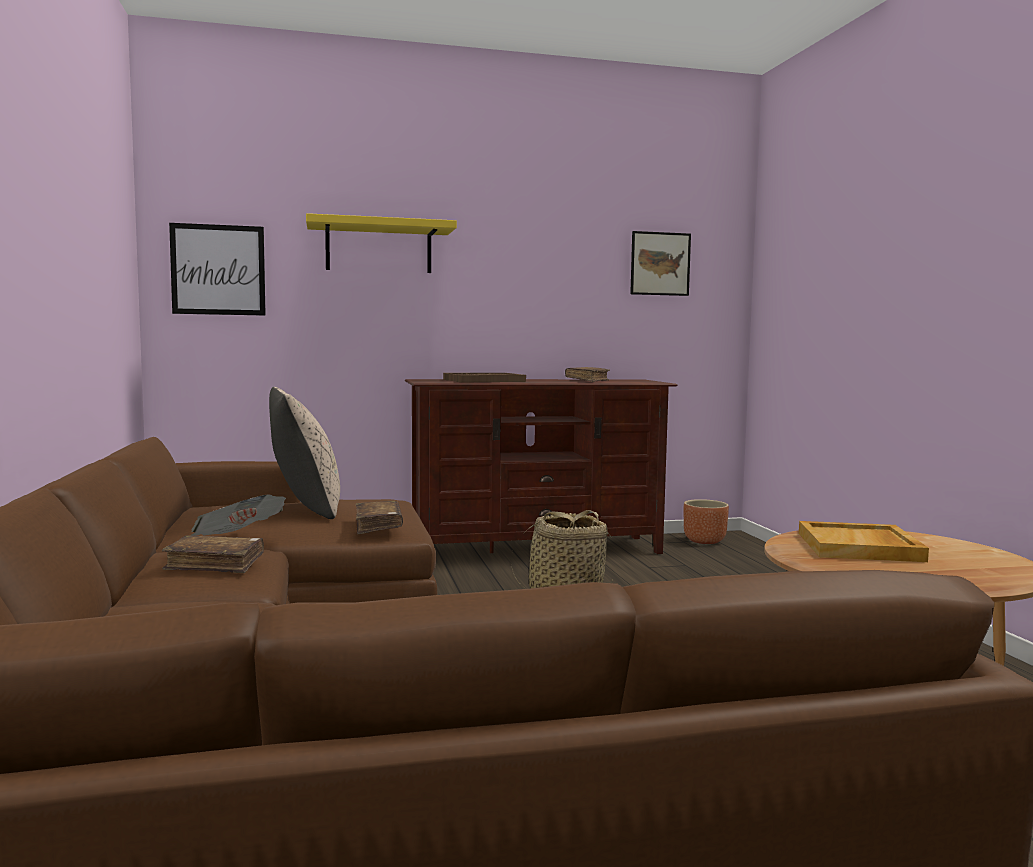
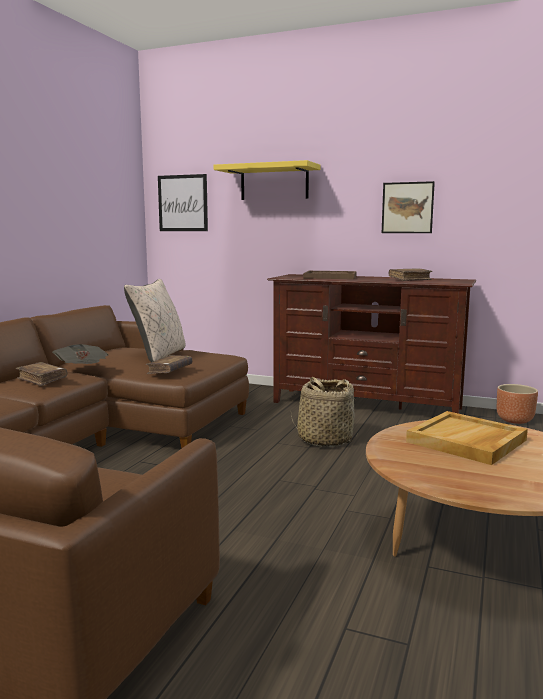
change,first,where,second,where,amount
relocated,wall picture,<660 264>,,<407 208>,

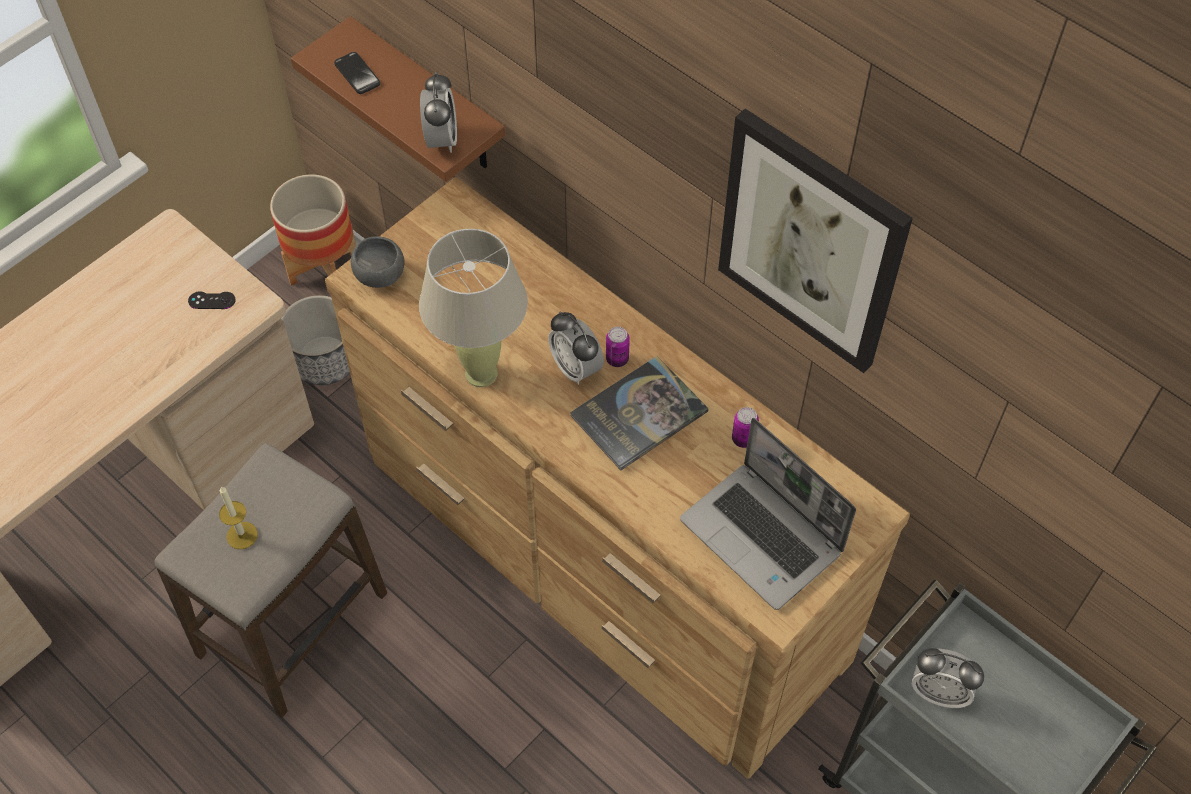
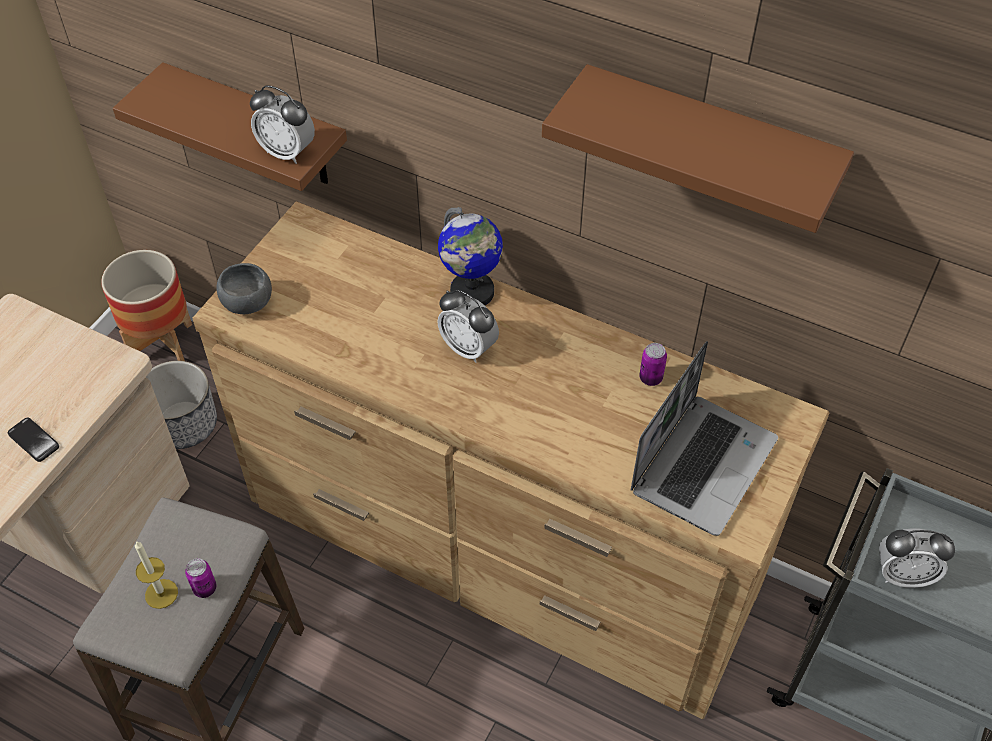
change,first,where,second,where,amount
relocated,phone,<357 74>,,<34 440>,
relocated,metal can,<617 359>,,<205 588>,
spun,table clock,<441 140>,,<287 152>,135 degrees clockwise
appeared,,,globe,<472 292>,
exchanged,wall picture,<811 242>,bracket shelf/brown-coloured,<708 147>,
spun,portable computer,<763 537>,,<702 463>,90 degrees counterclockwise
missing,game controller/blackish,<212 300>,,,
missing,table lamp/beige,<482 373>,,,
missing,bound book,<639 414>,,,

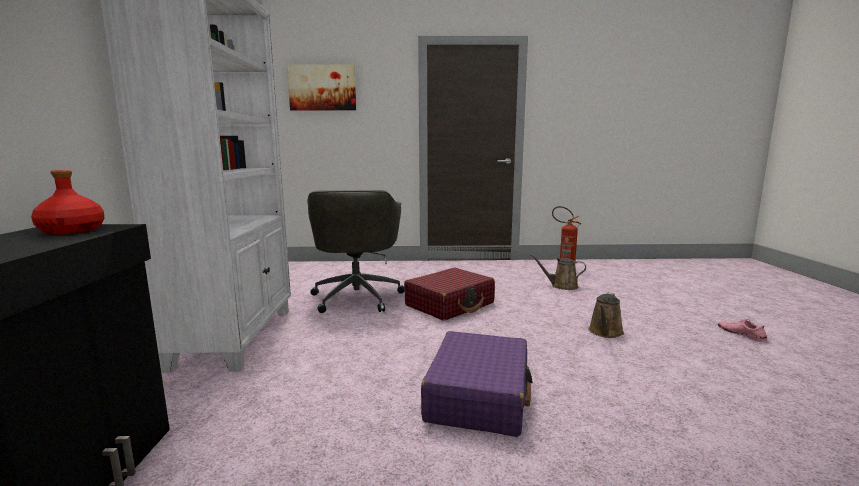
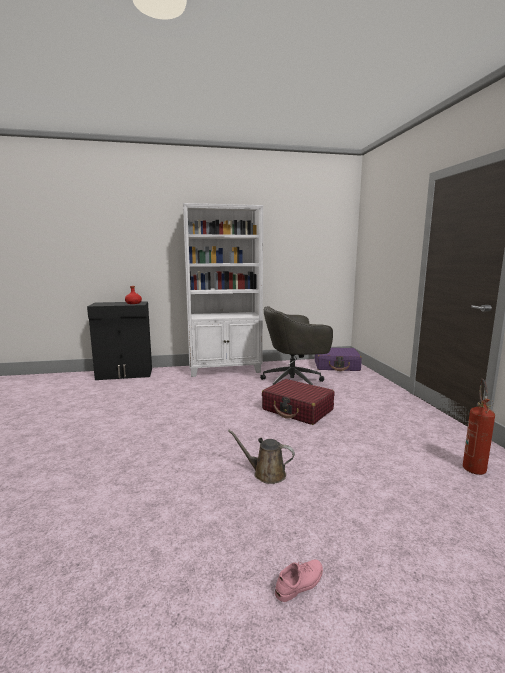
change,first,where,second,where,amount
relocated,travel case/purple-coloured,<479 396>,,<336 366>,
missing,wall picture,<322 88>,,,
missing,watering can/brown-coloured,<561 286>,,,

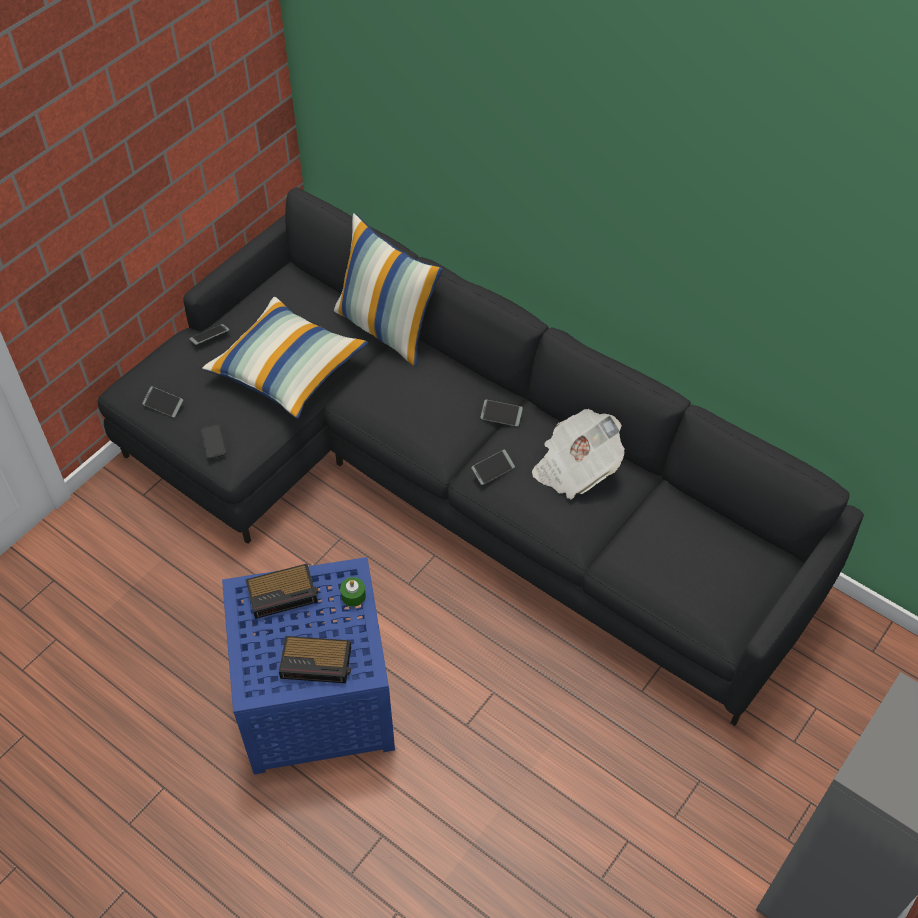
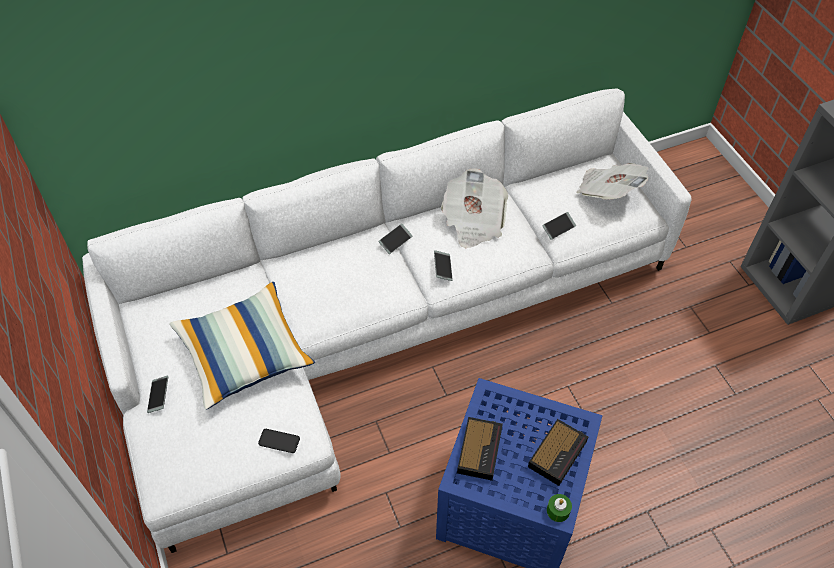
change,first,where,second,where,amount
colour,sofa/blackish,<451 483>,sofa/white-coloured,<376 326>,
relocated,phone,<163 404>,,<558 228>,
relocated,wax light/green,<353 596>,,<558 511>,
appeared,,,daily paper,<608 192>,
missing,throw pillow,<387 328>,,,

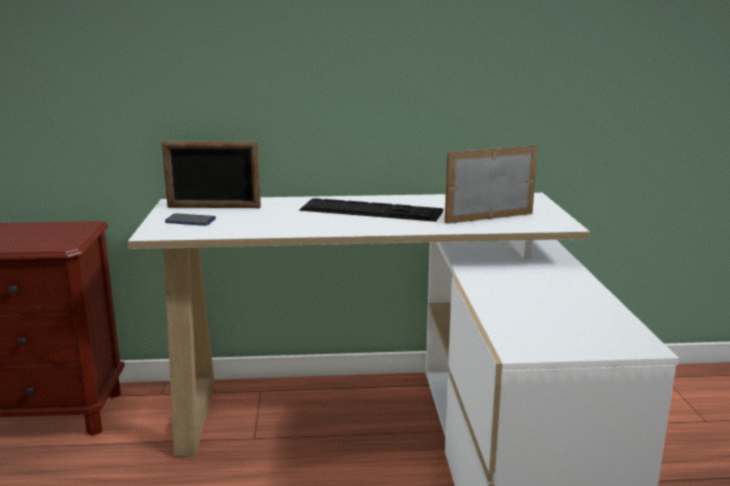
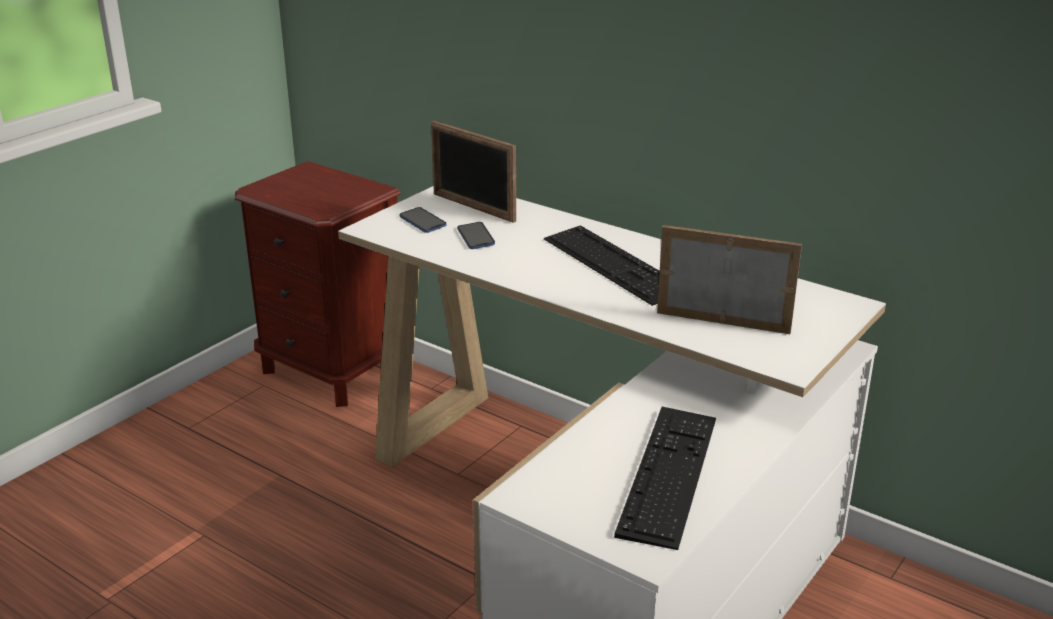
change,first,where,second,where,amount
appeared,,,phone,<475 237>,
appeared,,,keyboard,<669 474>,

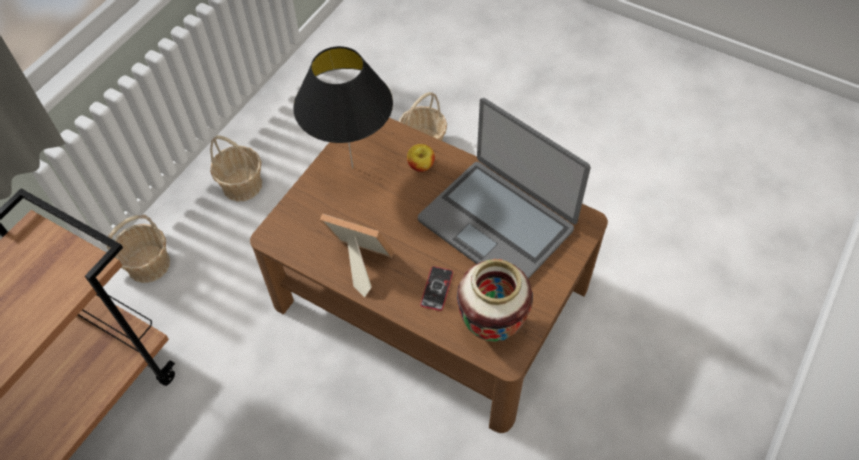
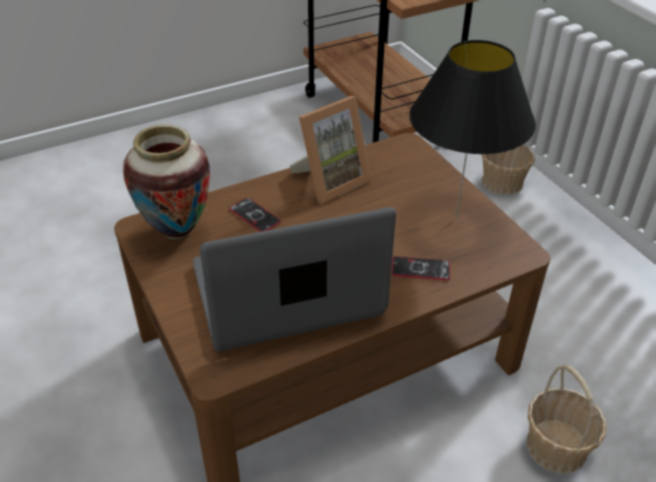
change,first,where,second,where,amount
exchanged,whole apple,<421 165>,phone,<420 269>,
missing,basket,<242 184>,,,

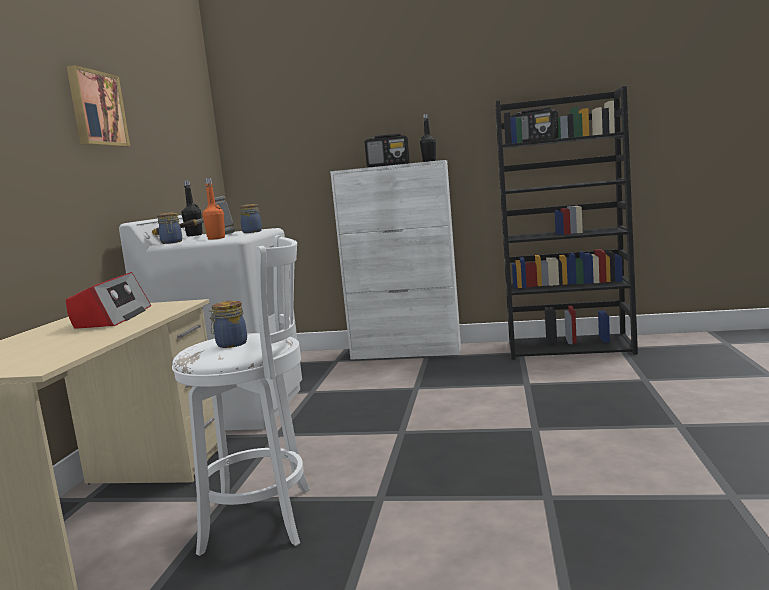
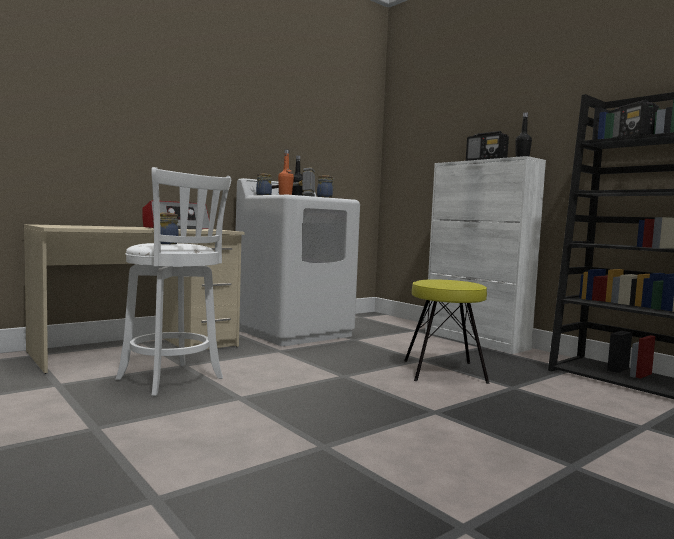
change,first,where,second,where,amount
appeared,,,stool seat/yellowish,<443 371>,
missing,wall picture,<96 109>,,,

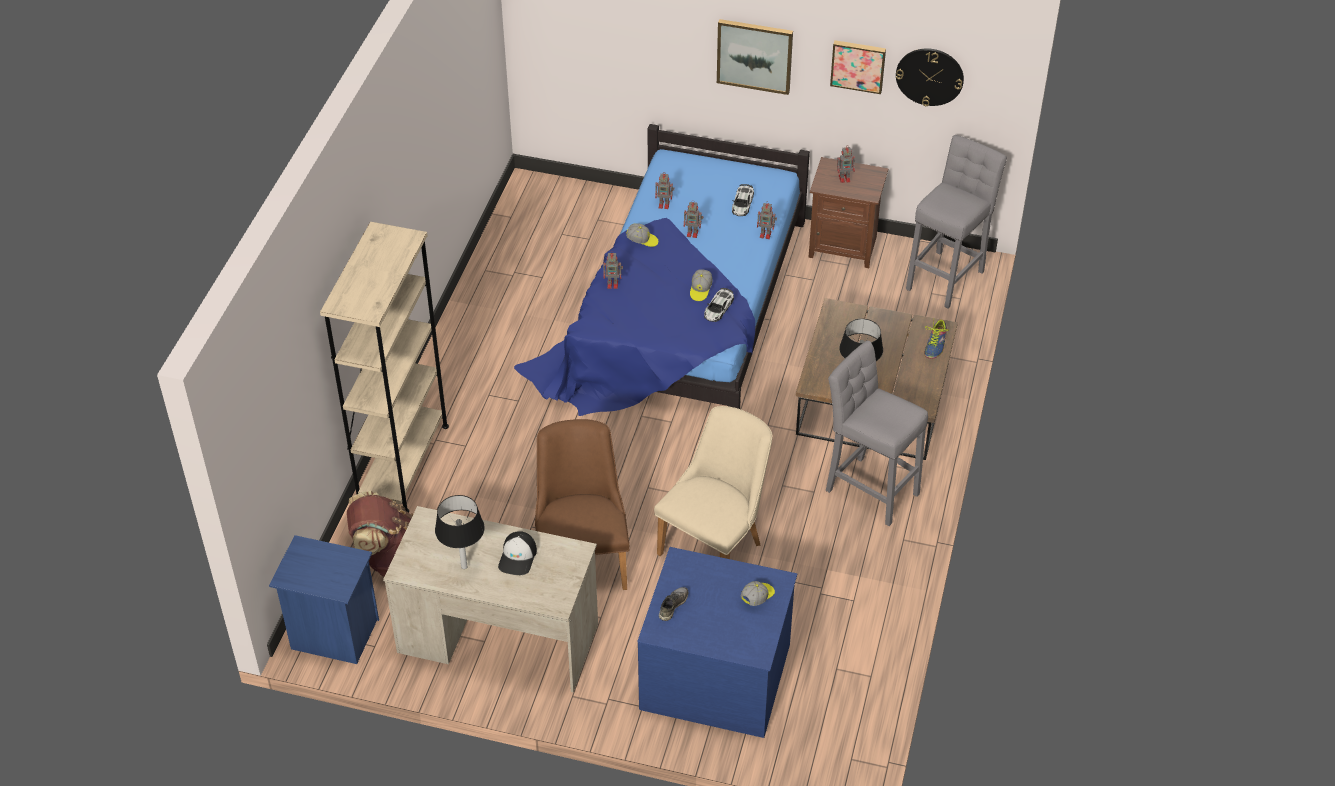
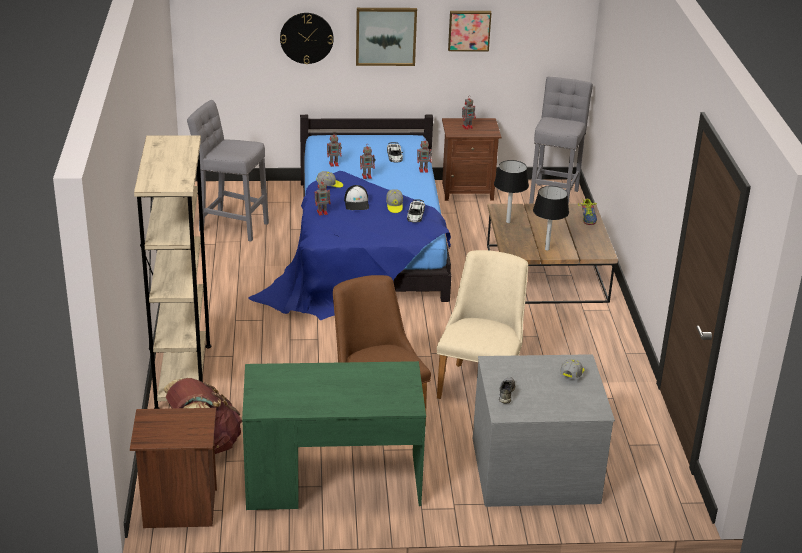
change,first,where,second,where,amount
colour,bedside table/blue-coloured,<333 635>,bedside table/brown-coloured,<179 509>,
relocated,stool seat/gray,<868 488>,,<230 225>,
colour,desk table/beige,<498 638>,desk table/green,<332 481>,
relocated,clock on the wall,<929 76>,,<306 38>,
relocated,cap,<518 557>,,<357 203>,
colour,drawer chest/blue-coloured,<716 674>,drawer chest/gray,<534 468>,
relocated,table lamp/blackish,<464 566>,,<508 222>,

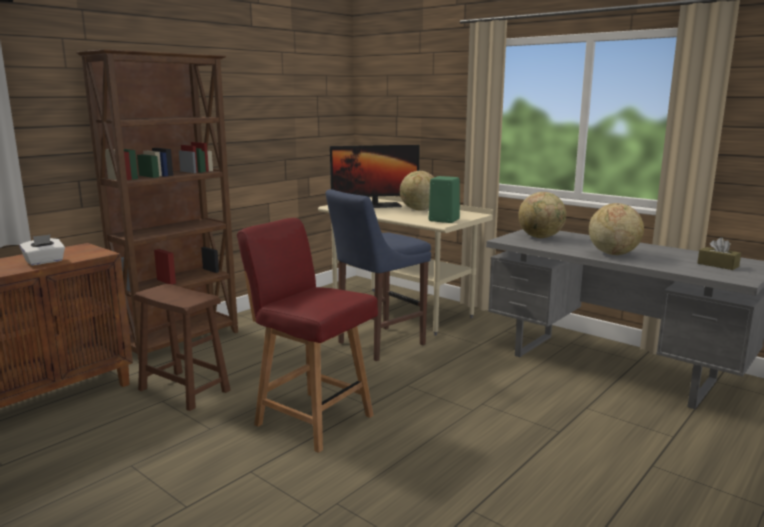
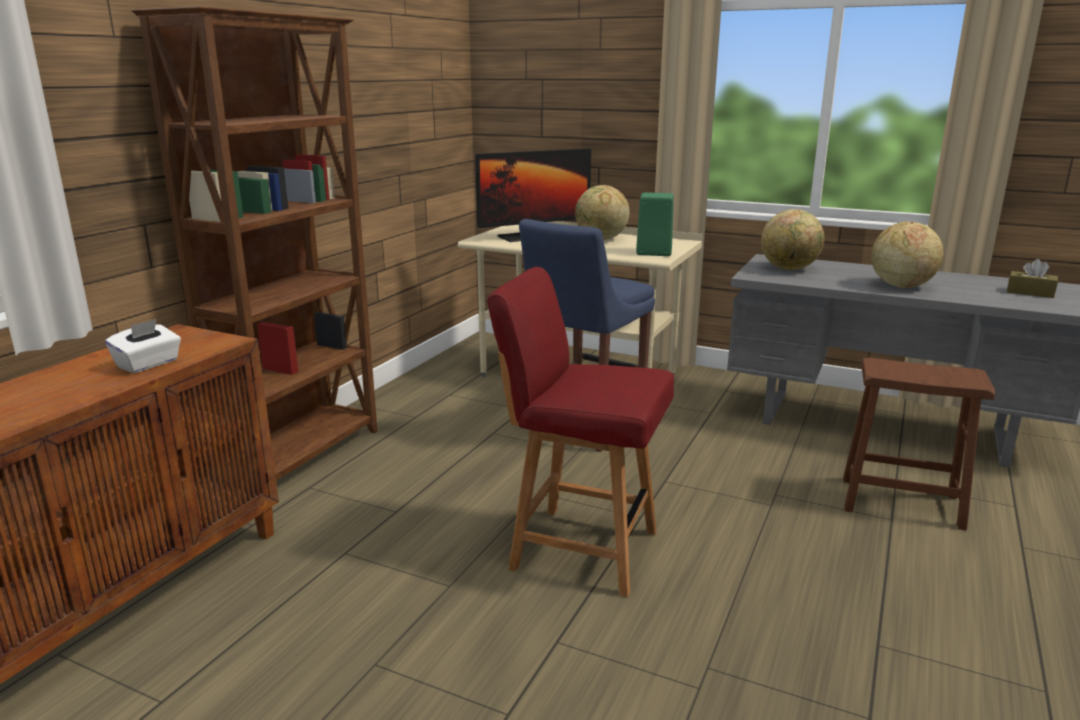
change,first,where,second,where,amount
relocated,stool seat/brown-coloured,<184 390>,,<901 503>,

